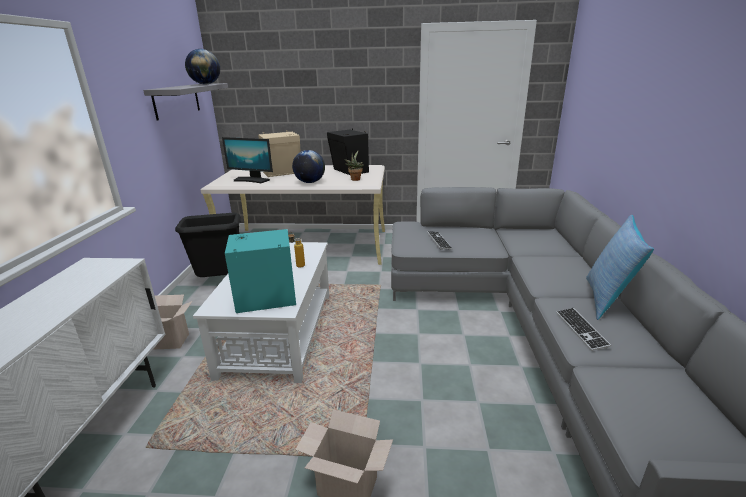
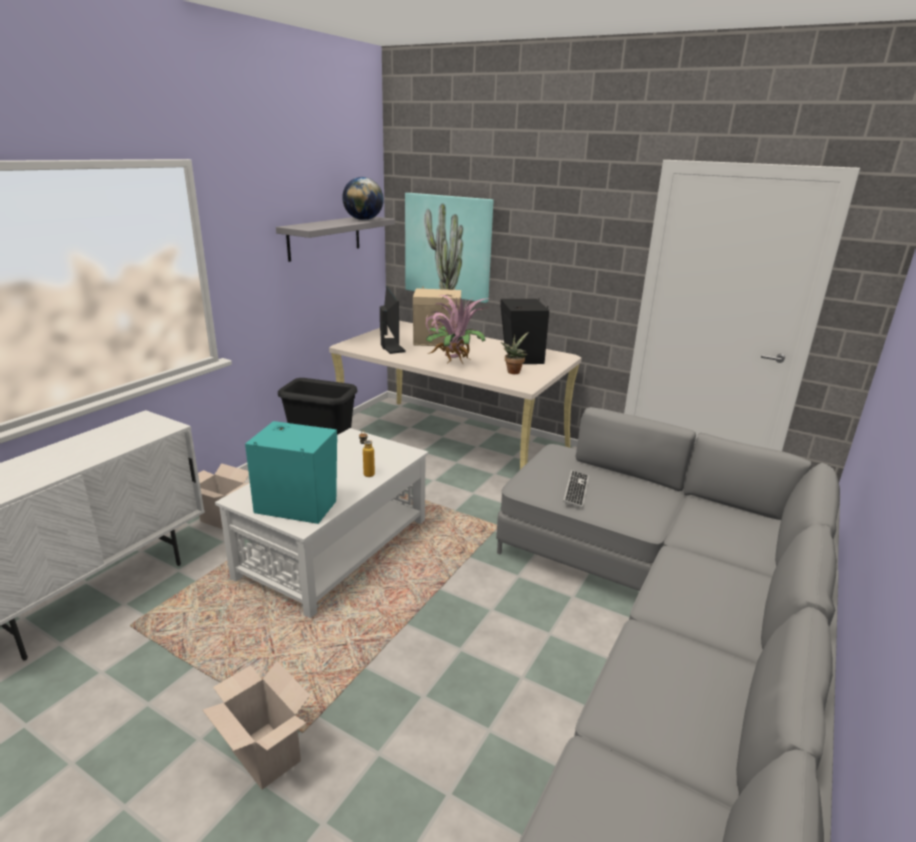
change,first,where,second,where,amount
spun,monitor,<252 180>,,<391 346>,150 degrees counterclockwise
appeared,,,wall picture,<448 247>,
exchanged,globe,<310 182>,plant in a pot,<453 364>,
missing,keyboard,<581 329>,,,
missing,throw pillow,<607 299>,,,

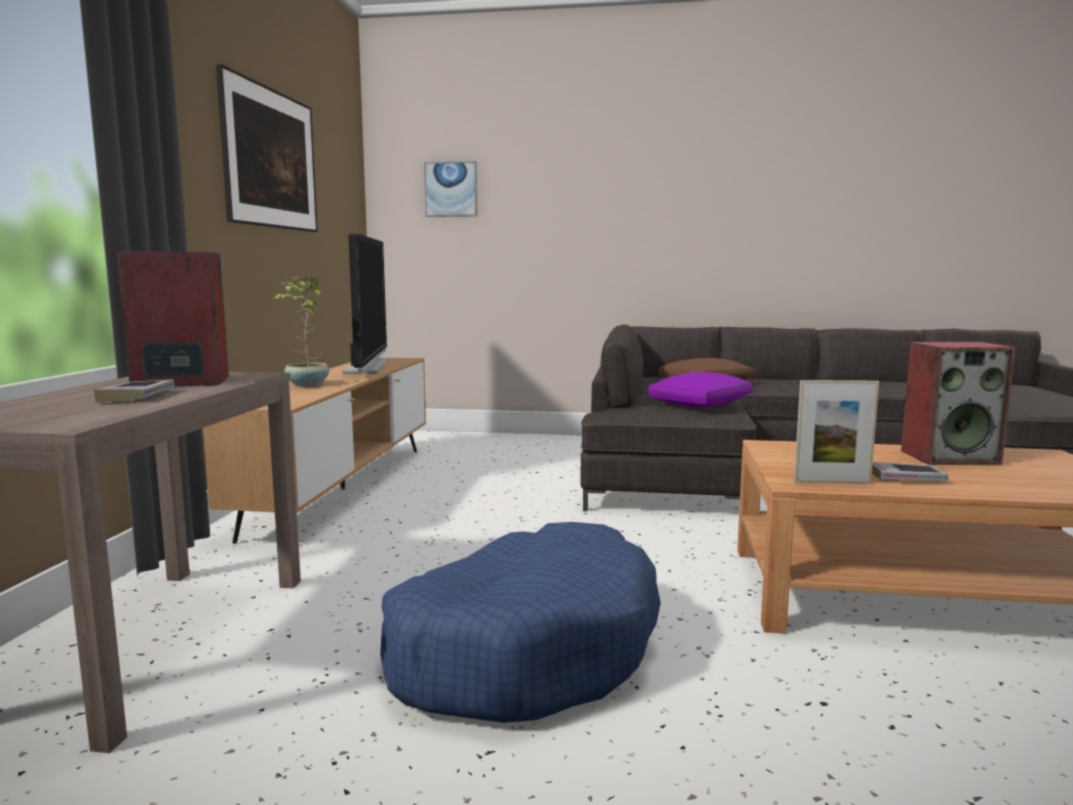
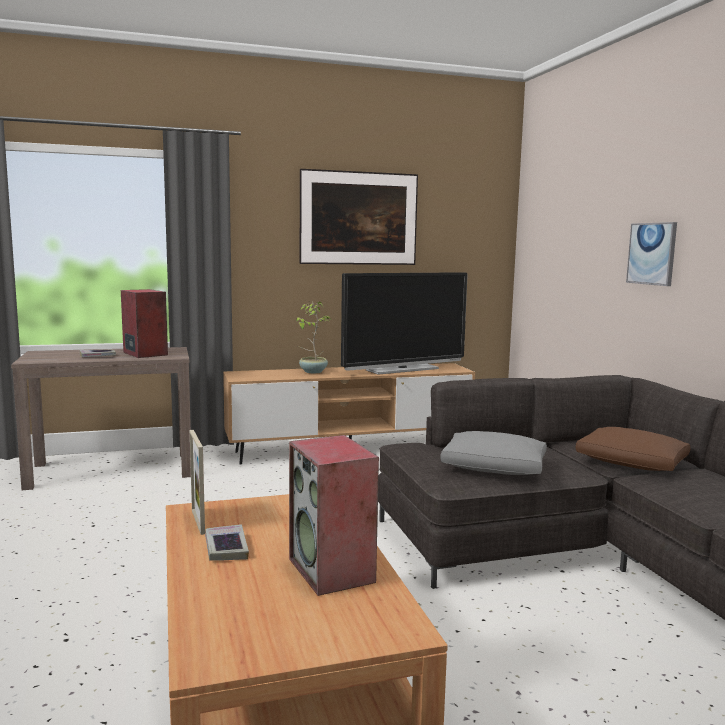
change,first,where,second,where,amount
colour,throw pillow/purple-coloured,<700 404>,throw pillow/gray,<495 468>,
relocated,wall picture,<451 189>,,<652 253>,
missing,dog cushion/blue-coloured,<524 649>,,,

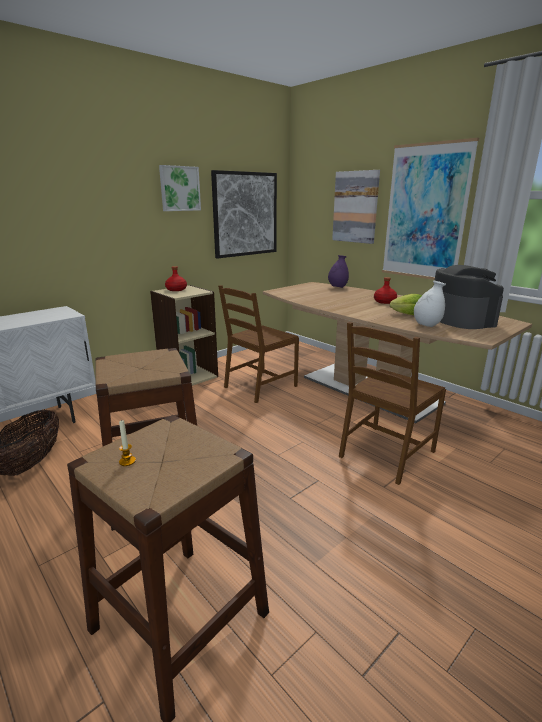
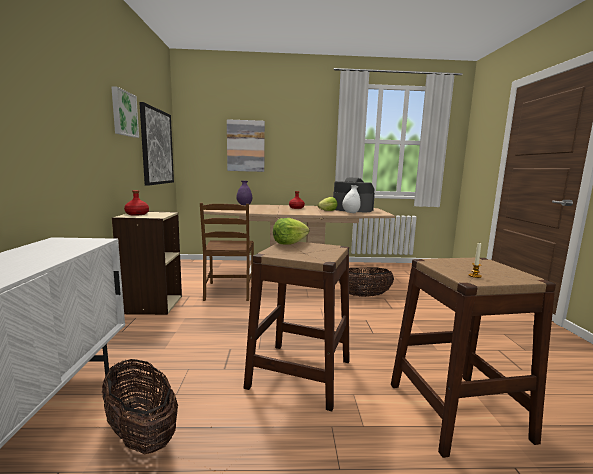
change,first,where,second,where,amount
appeared,,,lettuce,<289 243>,
exchanged,chair/brown-coloured,<386 454>,basket,<364 295>,
missing,wall picture,<425 213>,,,

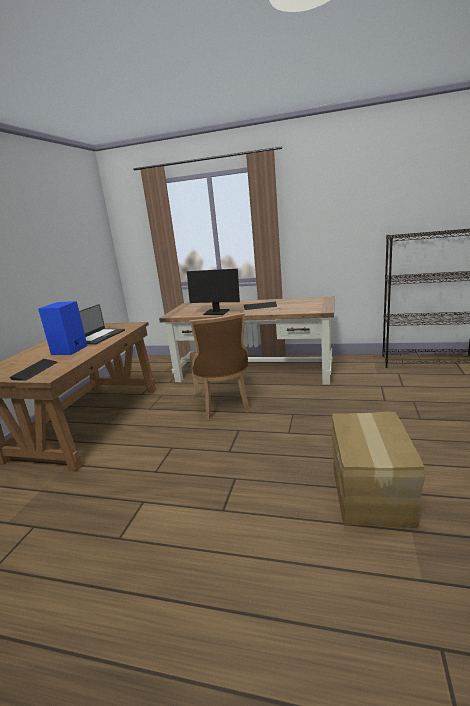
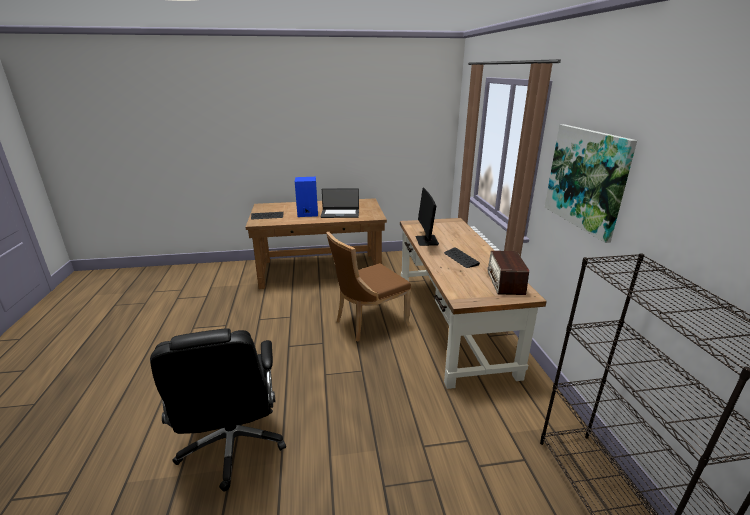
change,first,where,second,where,amount
exchanged,packing box,<372 491>,office chair/blackish,<233 445>,
appeared,,,radio set,<505 283>,
appeared,,,wall picture,<586 179>,

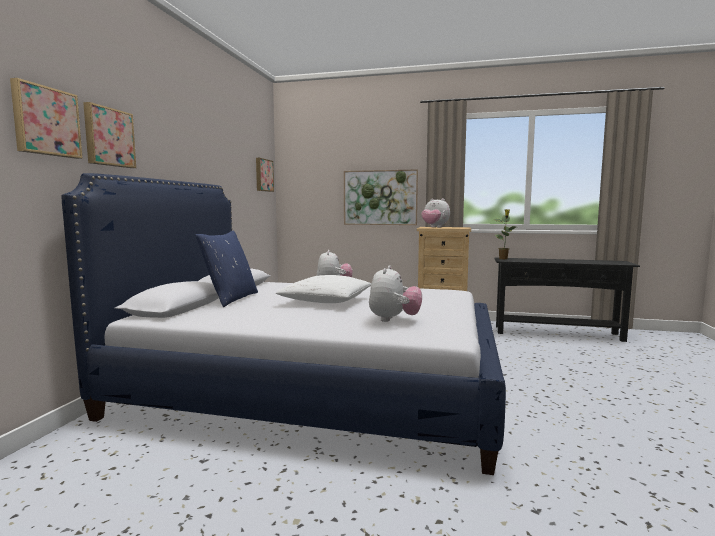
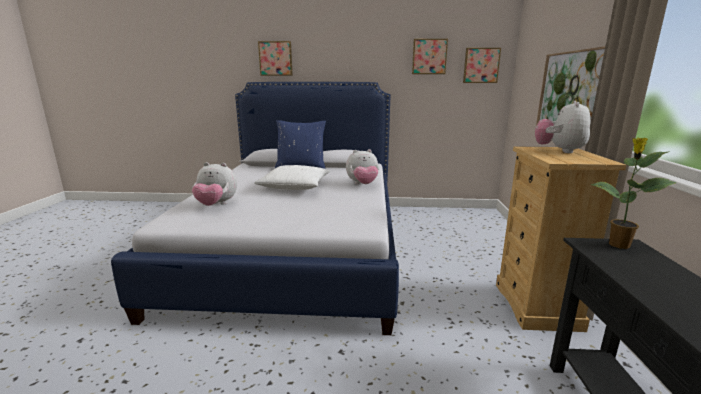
change,first,where,second,where,amount
relocated,wall picture,<45 121>,,<429 56>,

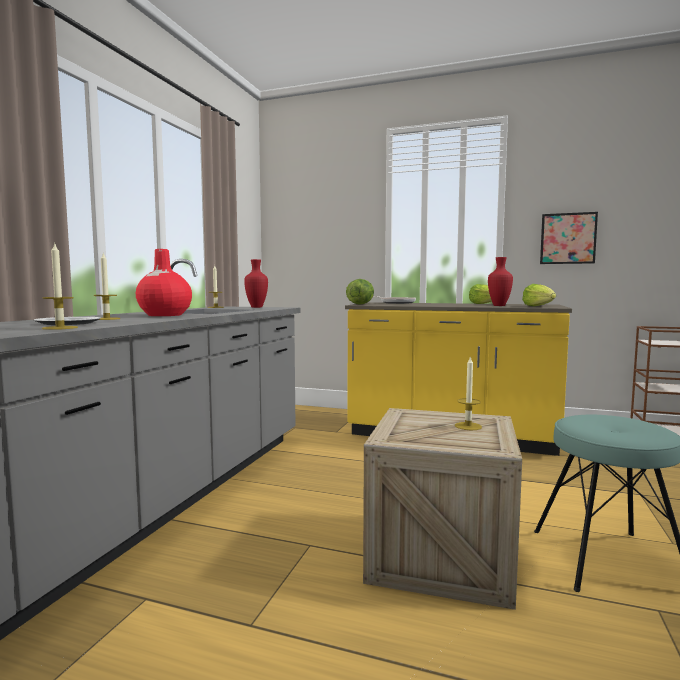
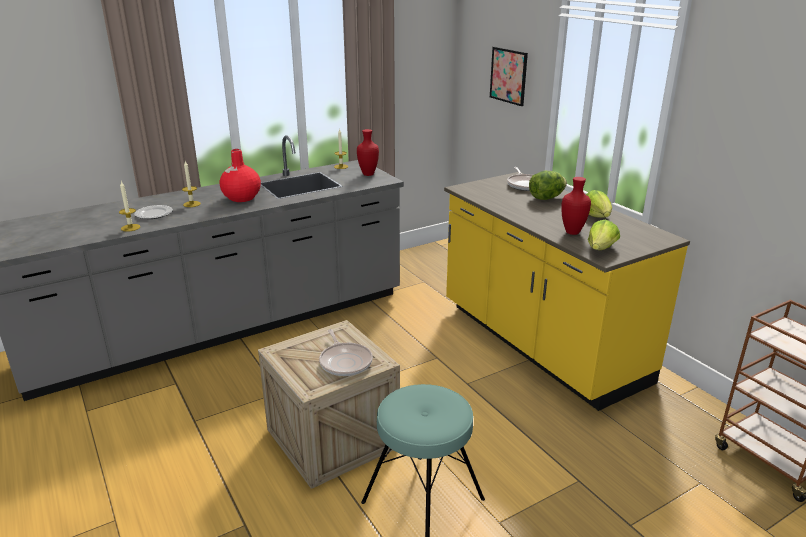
change,first,where,second,where,amount
exchanged,wax light,<468 426>,frying pan,<345 361>,
relocated,wall picture,<568 238>,,<508 76>,
relocated,lettuce,<360 304>,,<546 198>,

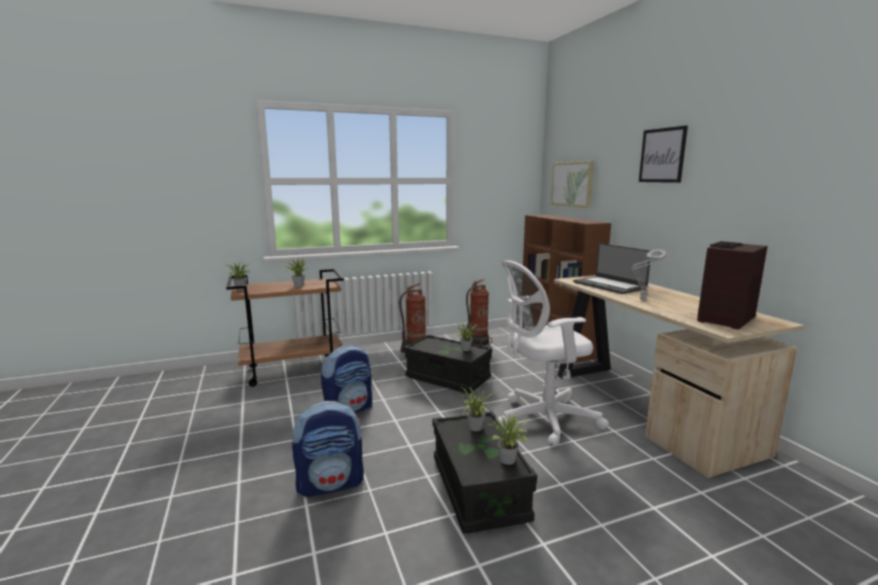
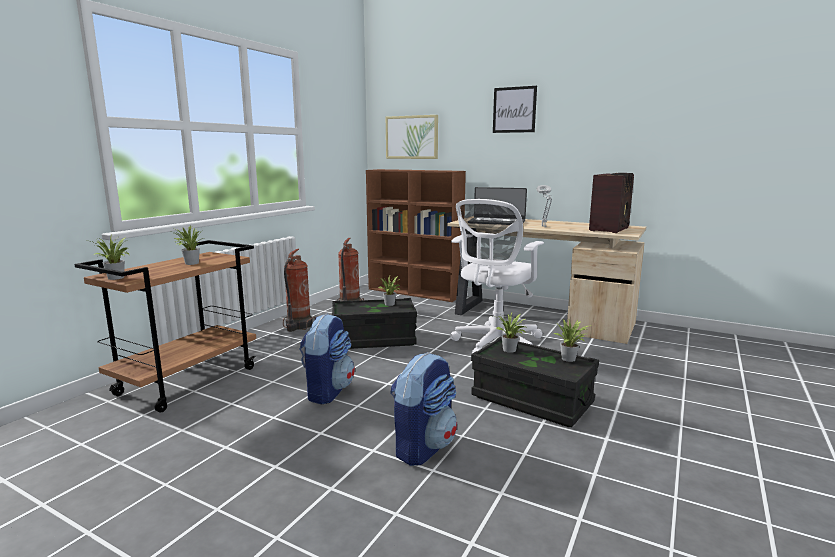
change,first,where,second,where,amount
spun,radio set,<724 319>,,<610 229>,150 degrees counterclockwise

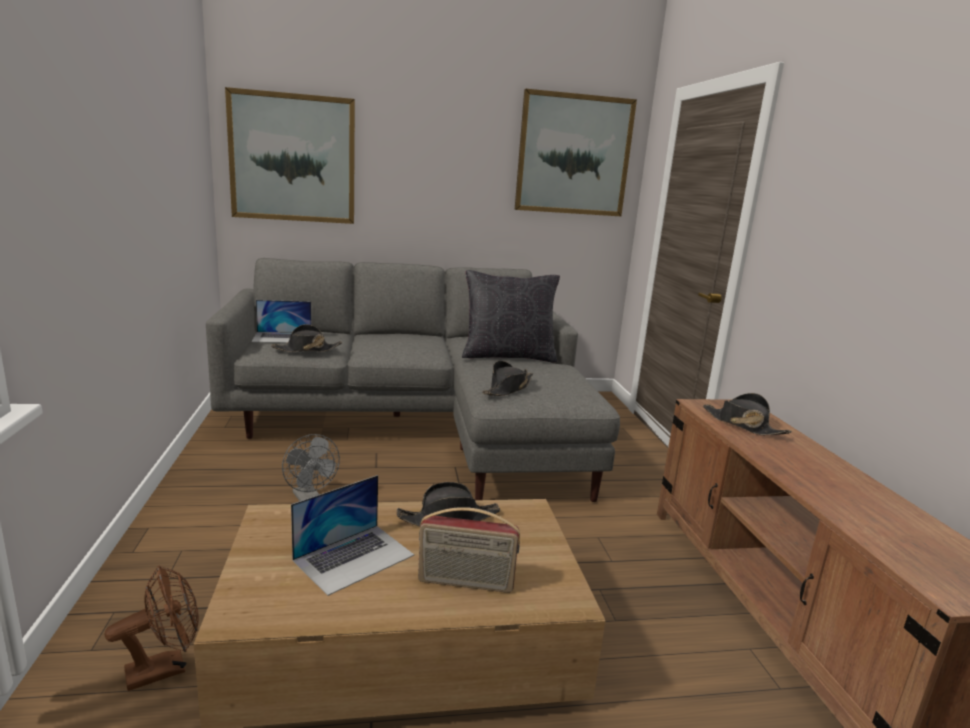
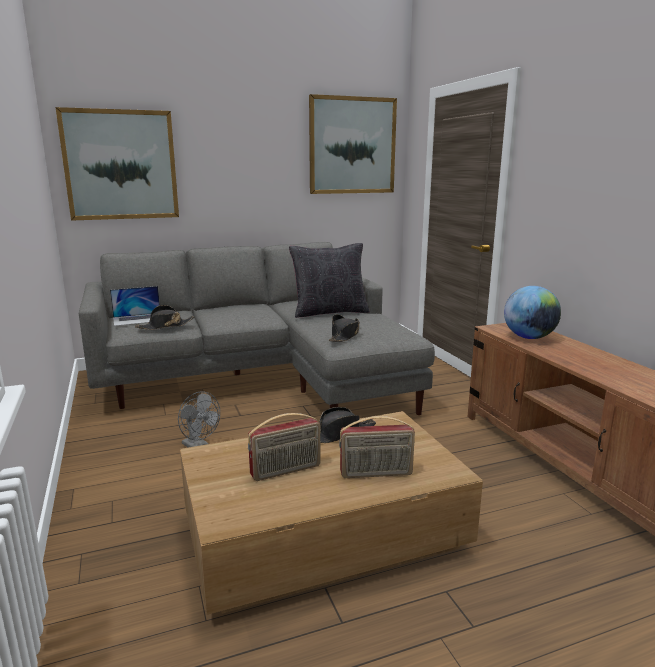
change,first,where,second,where,amount
exchanged,portable computer,<354 557>,radio set,<286 471>,
exchanged,clothing hat/blackish,<742 425>,globe,<529 337>,
missing,fan/brown-coloured,<165 668>,,,

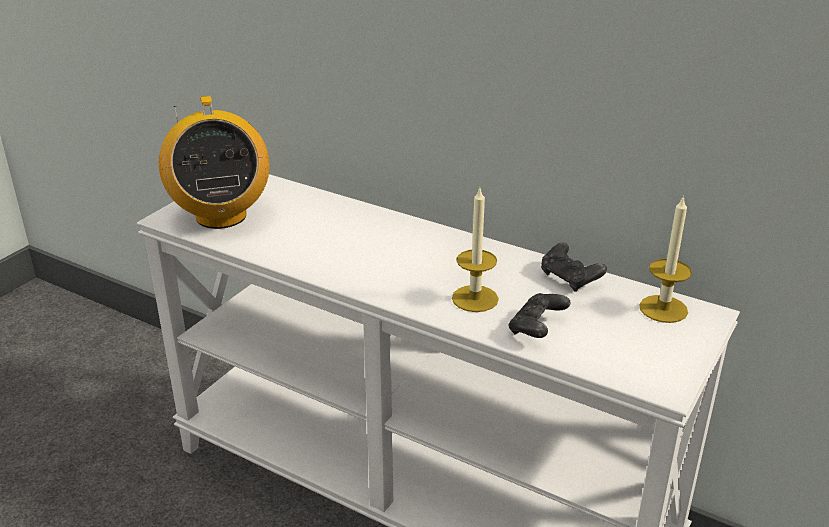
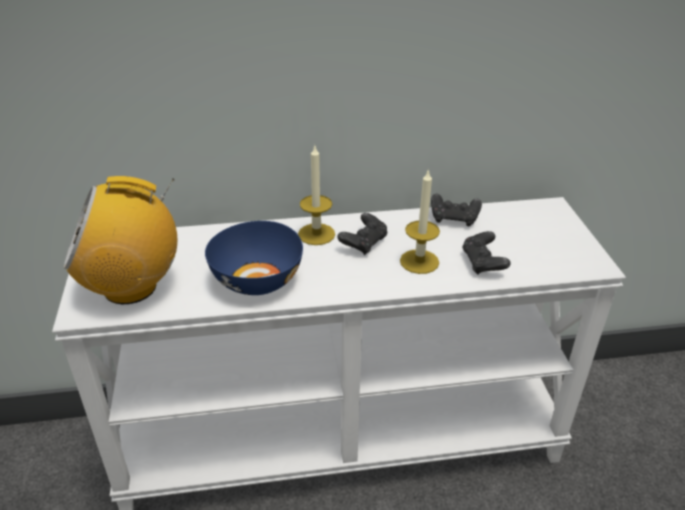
change,first,where,second,where,amount
spun,radio set,<221 216>,,<131 287>,135 degrees clockwise
appeared,,,bowl/blue-coloured,<256 279>,
relocated,wax light,<663 309>,,<316 234>,
appeared,,,game controller/blackish,<364 243>,

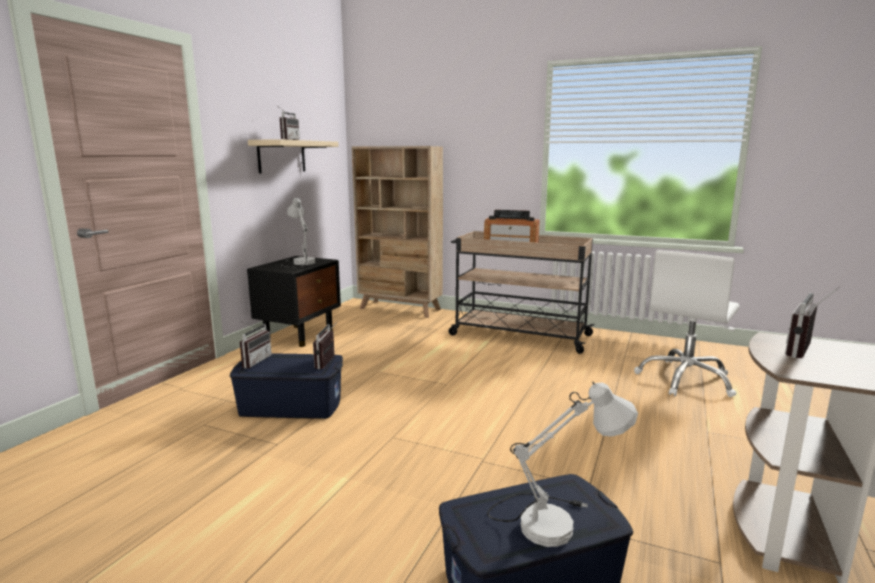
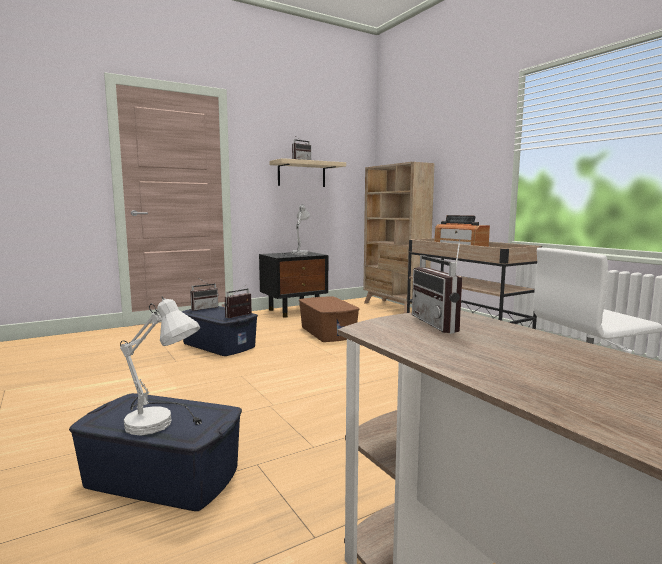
change,first,where,second,where,amount
appeared,,,storage box/brown-coloured,<328 332>,
spun,radio set,<806 352>,,<442 325>,90 degrees counterclockwise

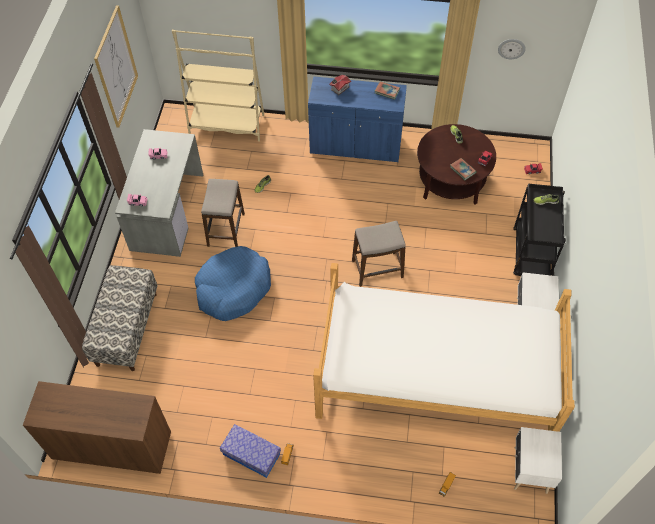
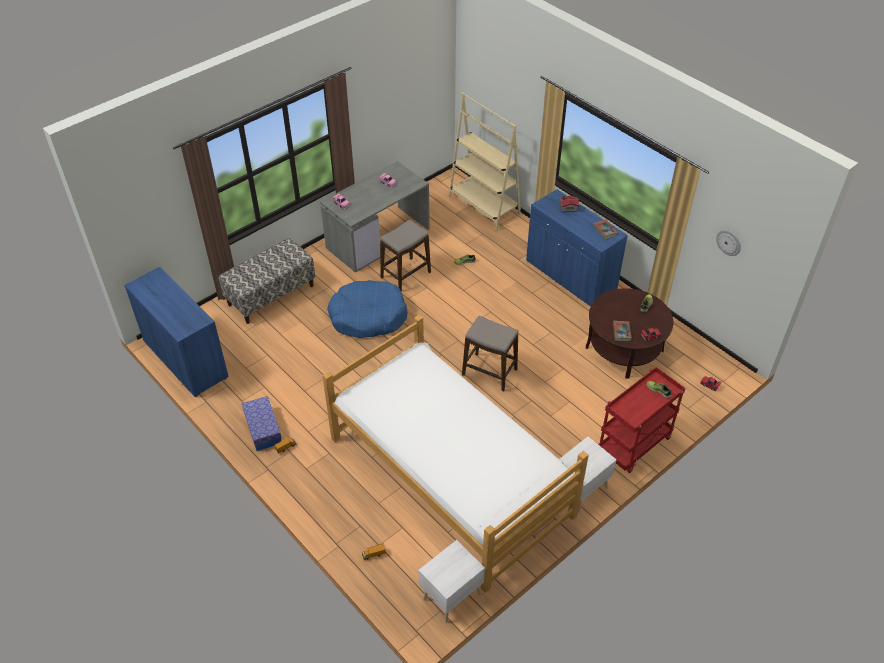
change,first,where,second,where,amount
colour,storage cabinet/brown-coloured,<112 445>,storage cabinet/blue-coloured,<185 359>,
colour,trolley/blackish,<531 255>,trolley/red,<634 446>,
missing,wall picture,<116 67>,,,

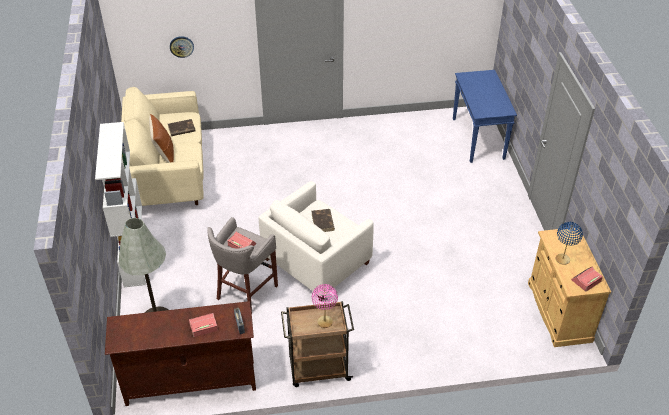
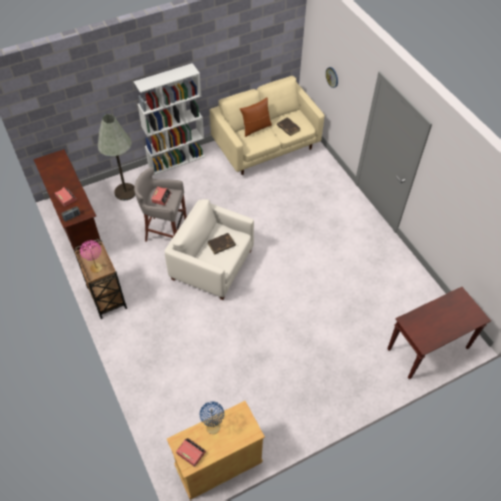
change,first,where,second,where,amount
colour,console table/blue-coloured,<478 139>,console table/brown-coloured,<427 349>,

